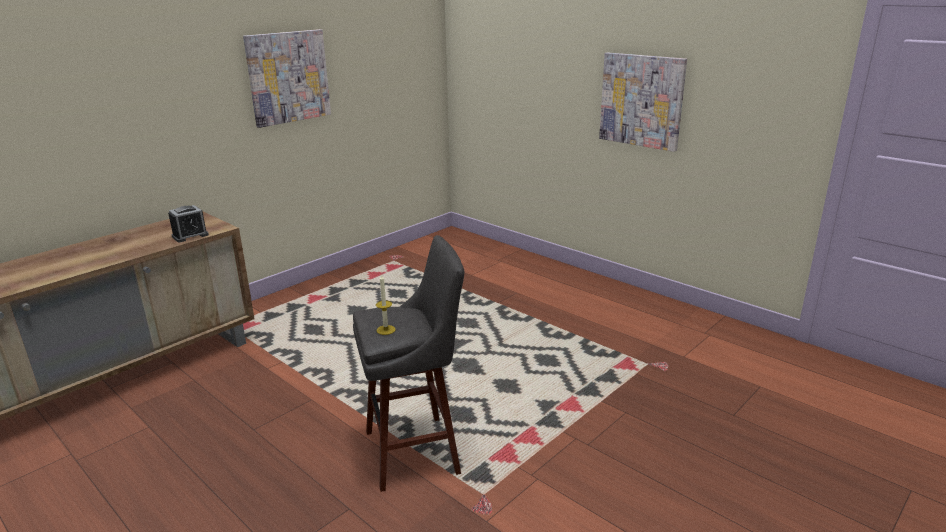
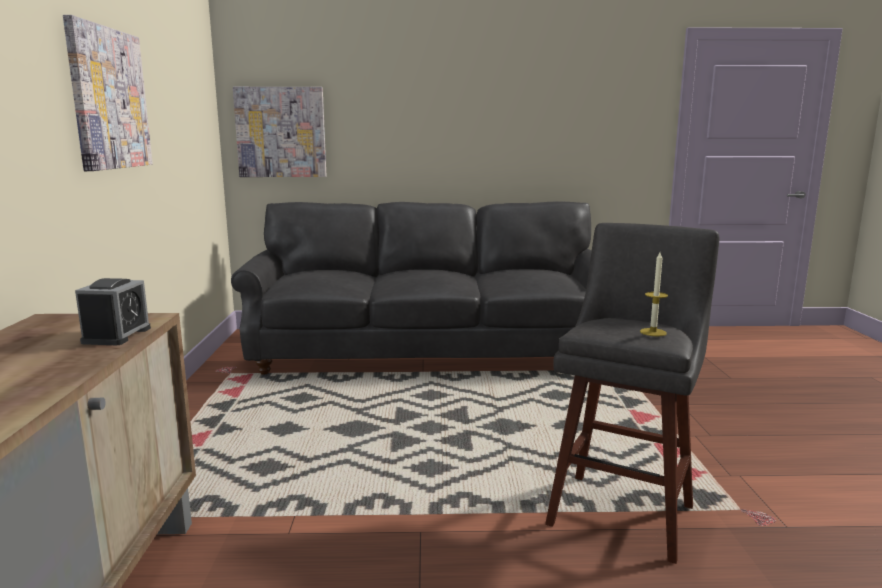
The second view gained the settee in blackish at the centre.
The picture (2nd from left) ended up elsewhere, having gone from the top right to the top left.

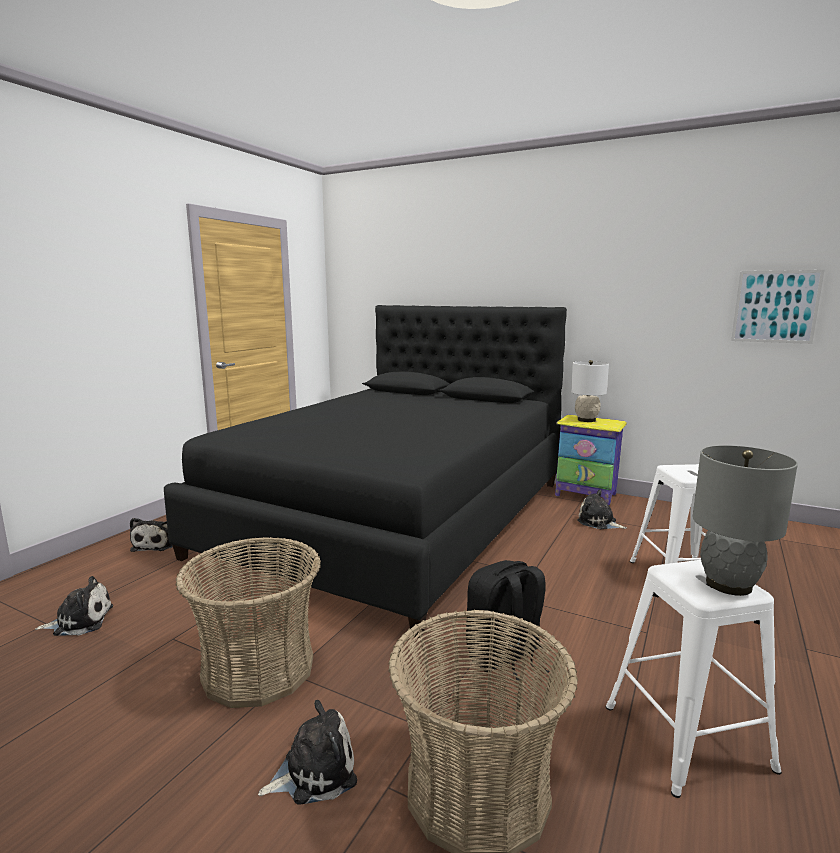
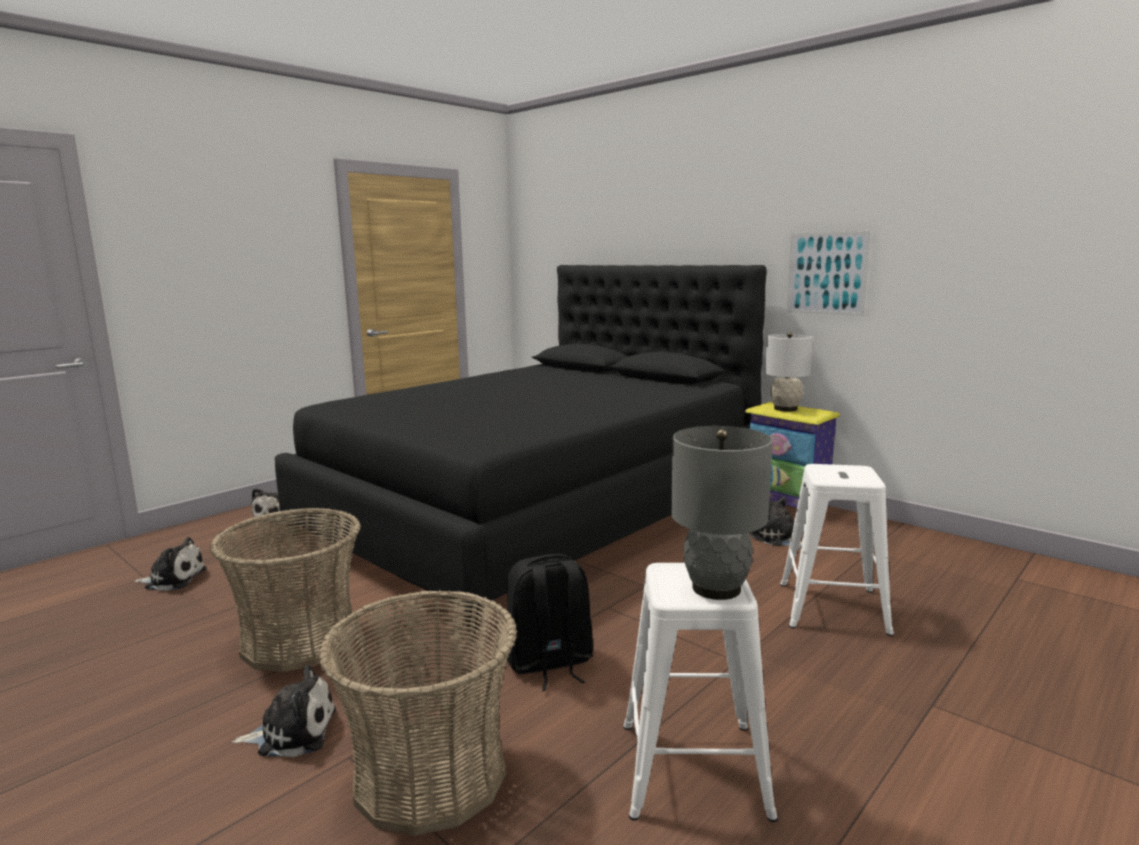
The picture ended up elsewhere, having gone from the middle right to the top right.

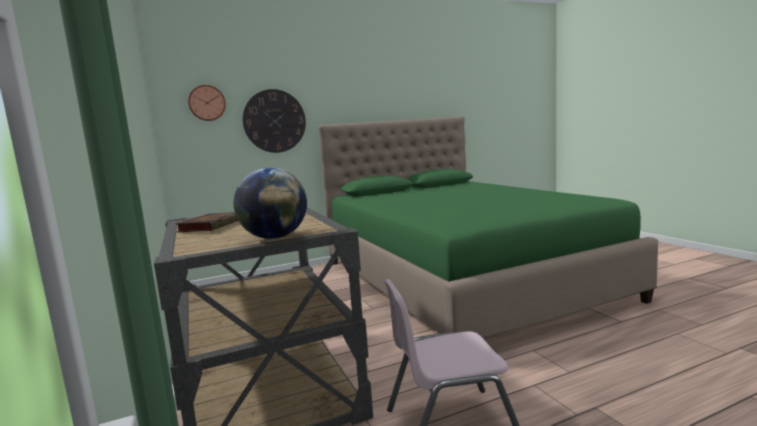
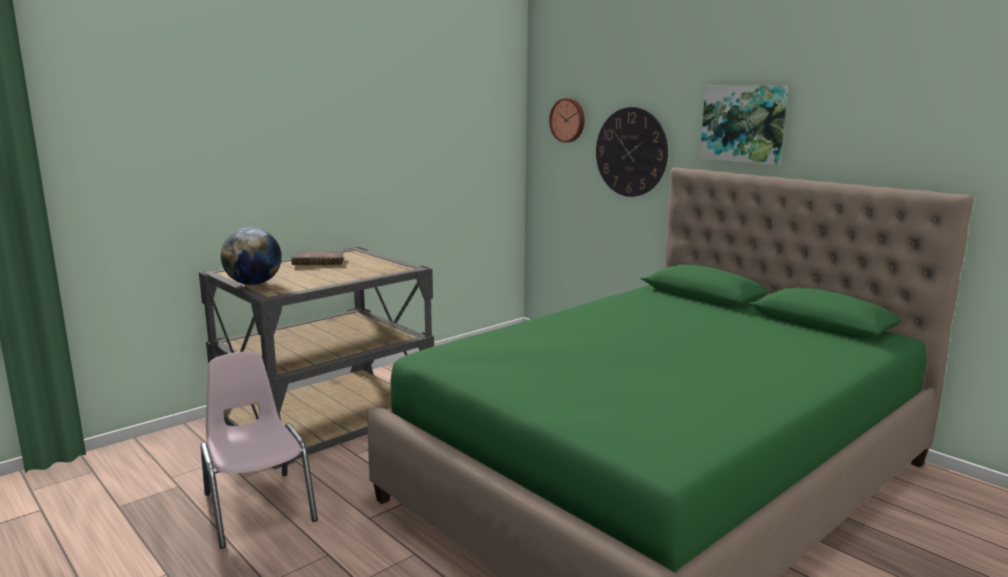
The second view gained the picture at the top right.

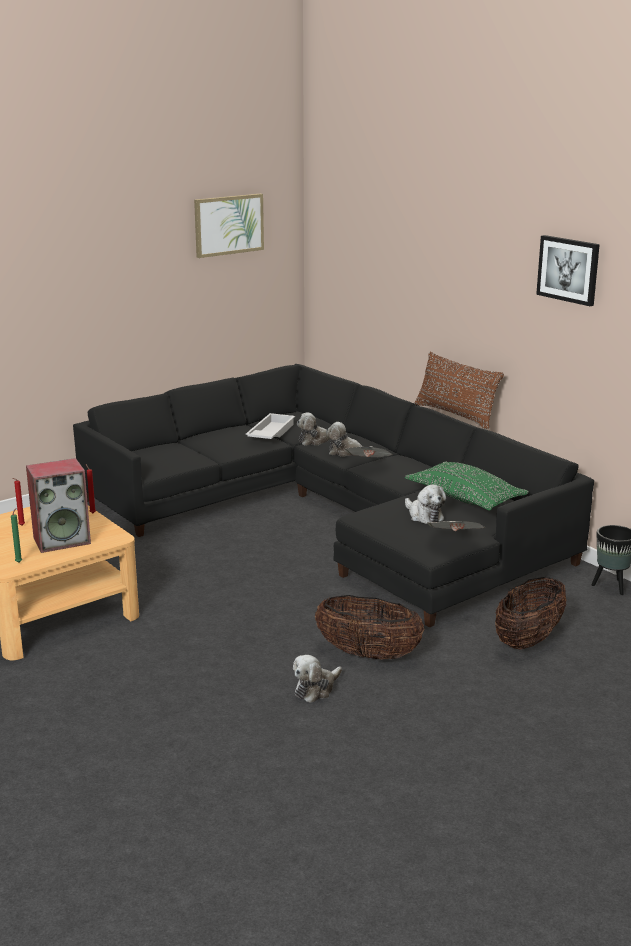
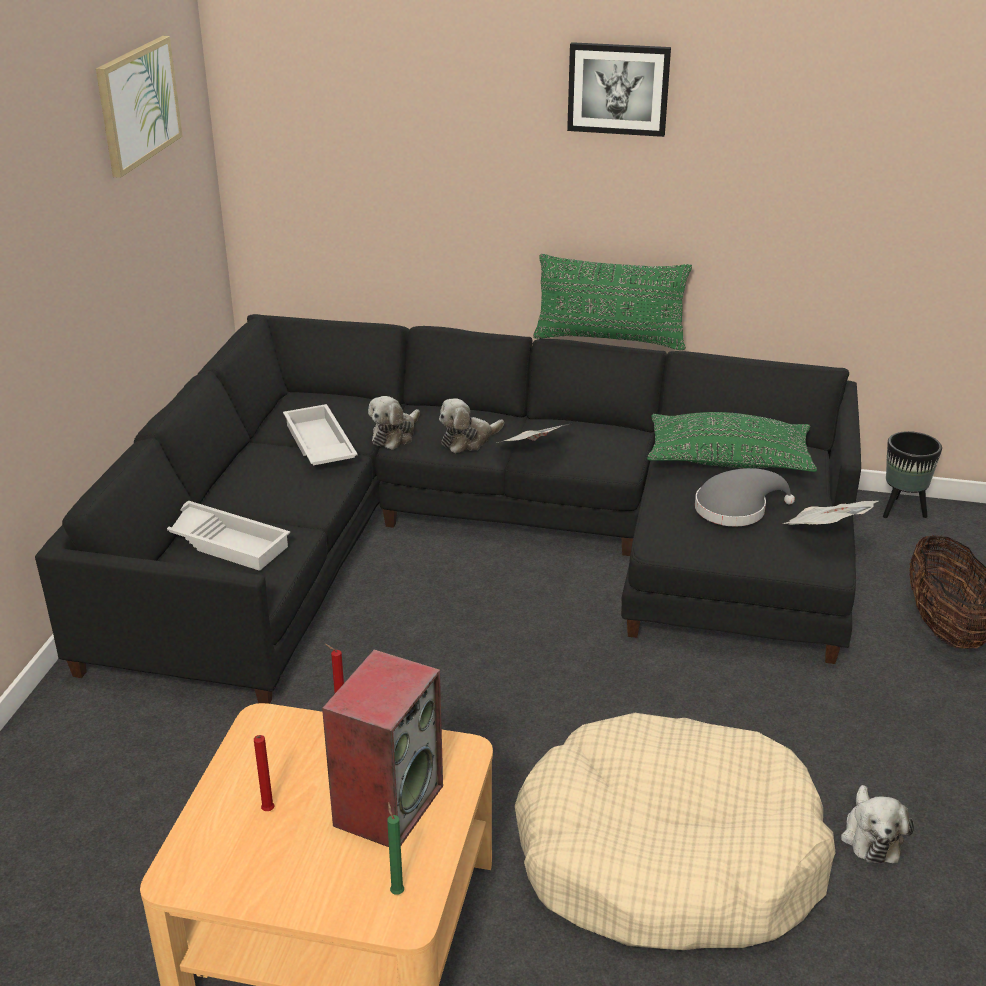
The second view gained the serving tray in white-coloured (1st from left) at the middle left.
The second view gained the pet bed in beige-coloured at the bottom right.
What was the cushion in brown at the middle right turned into the cushion in green-coloured (1st from left) at the top centre.
The picture (2nd from left) ended up elsewhere, having gone from the top right to the top centre.
Where the soft toy (4th from left) stood at the middle right, the wearable hat in gray came to stand at the middle right.
The second view lost the basket (1st from left) at the centre.

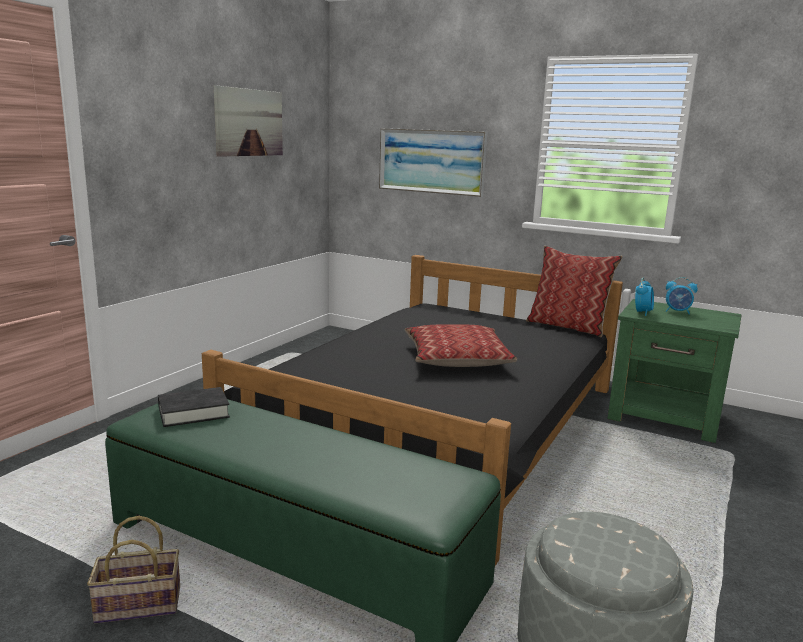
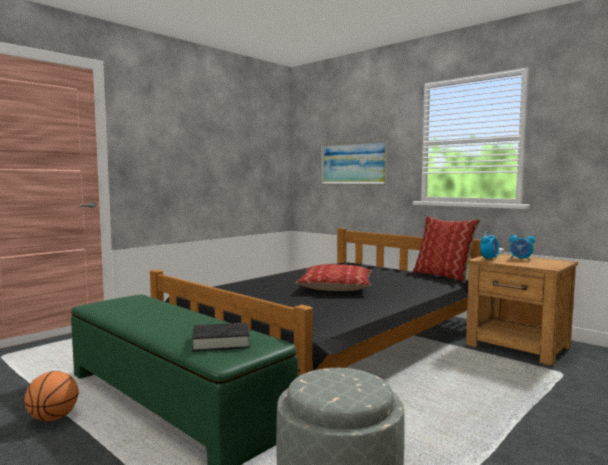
Where the basket stood at the bottom left, the ball for basketball came to stand at the bottom left.
The book in blackish ended up elsewhere, having gone from the middle left to the bottom centre.
What was the nightstand in green-coloured at the middle right turned into the nightstand in brown at the bottom right.
The second view lost the picture (1st from left) at the top left.

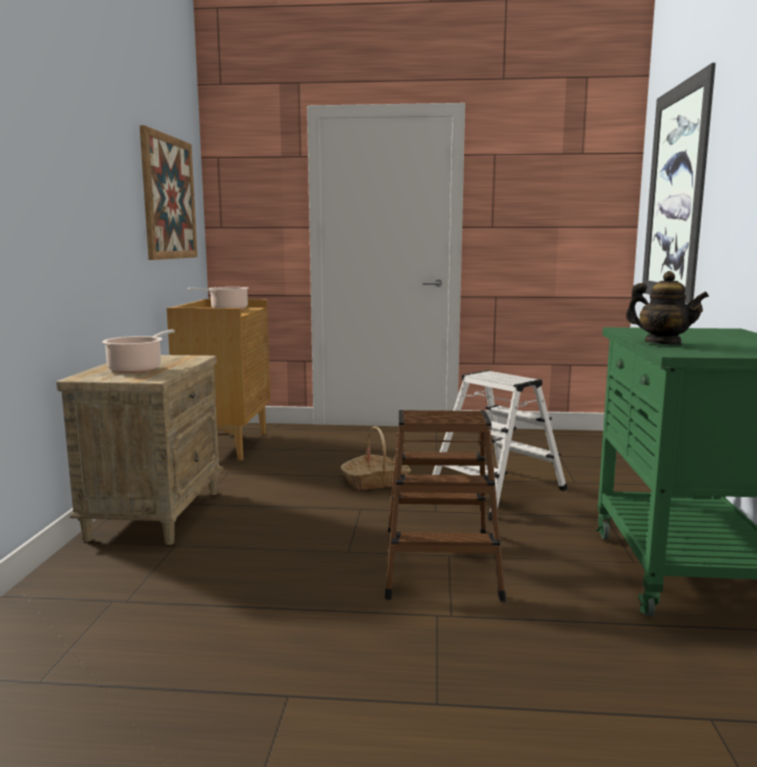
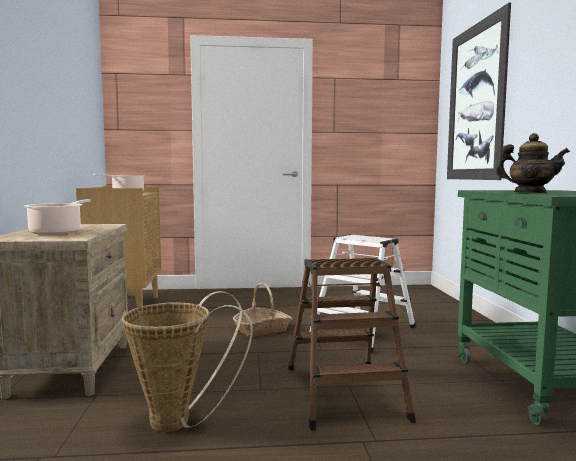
The second view gained the basket (1st from left) at the bottom left.
The second view lost the picture (1st from left) at the top left.

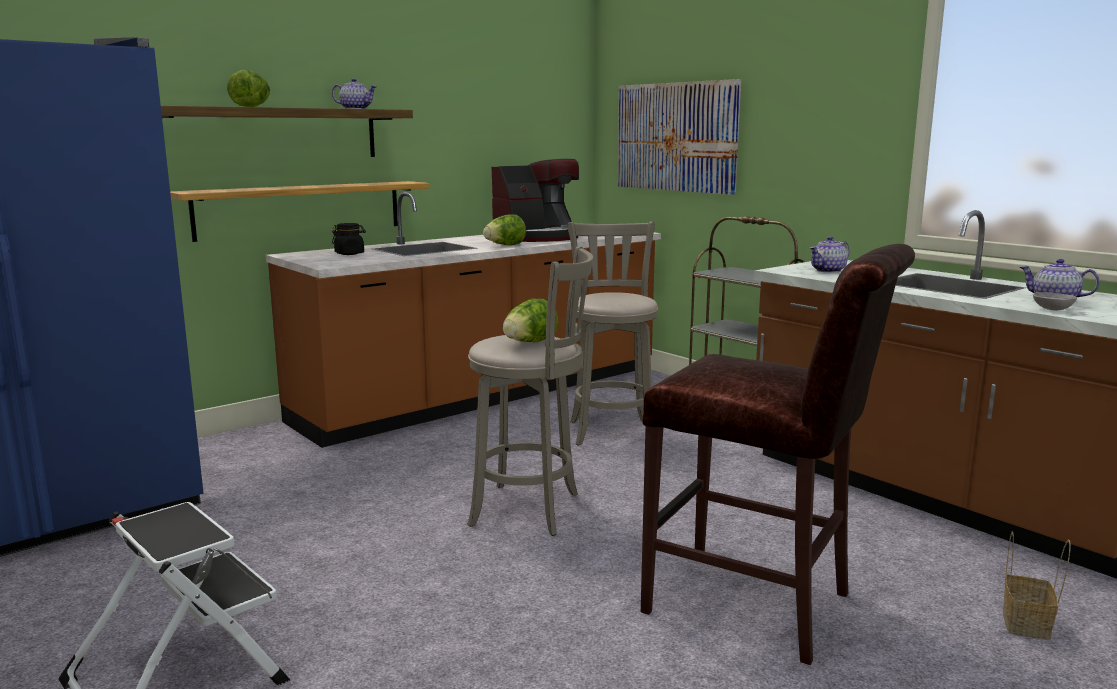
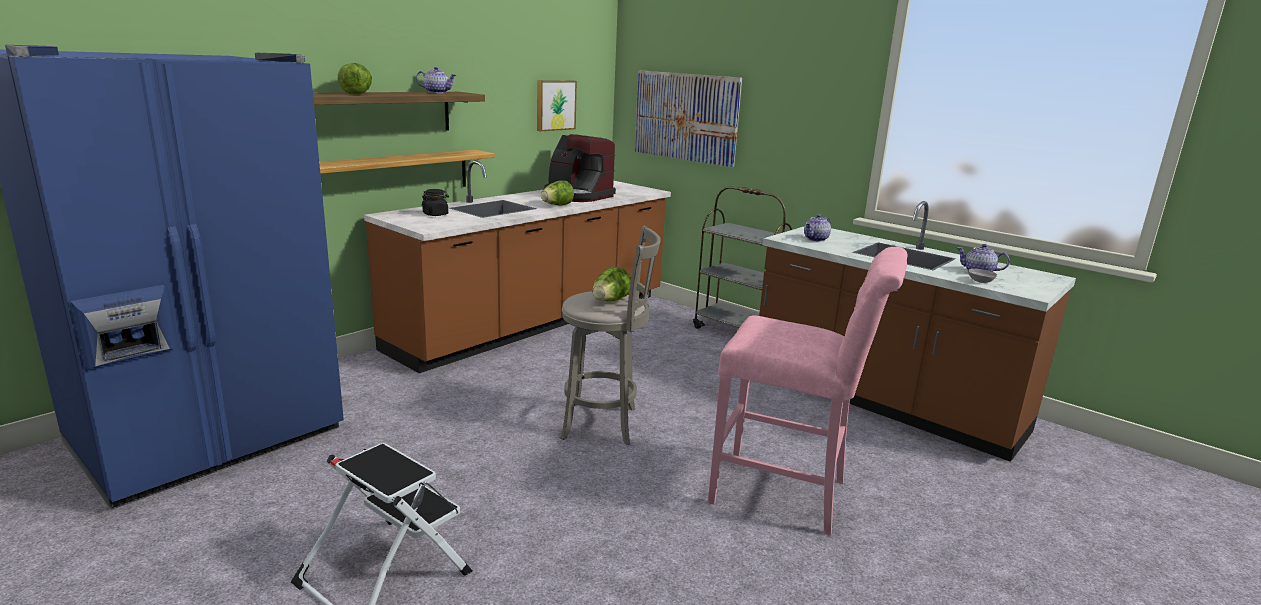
The second view gained the picture (1st from left) at the top centre.
The coffee brewer at the top centre ended up facing another way, 75 degrees clockwise from before.
What was the stool seat in brown at the middle right turned into the stool seat in pinkish at the centre.
The second view lost the stool seat in gray (2nd from left) at the centre.
The second view lost the basket at the bottom right.

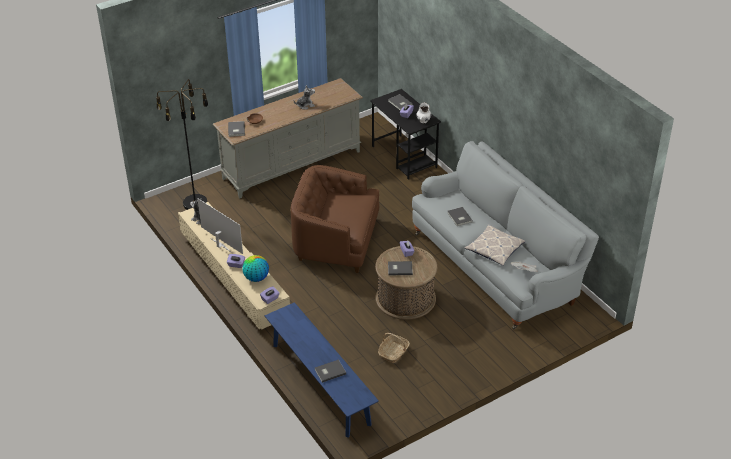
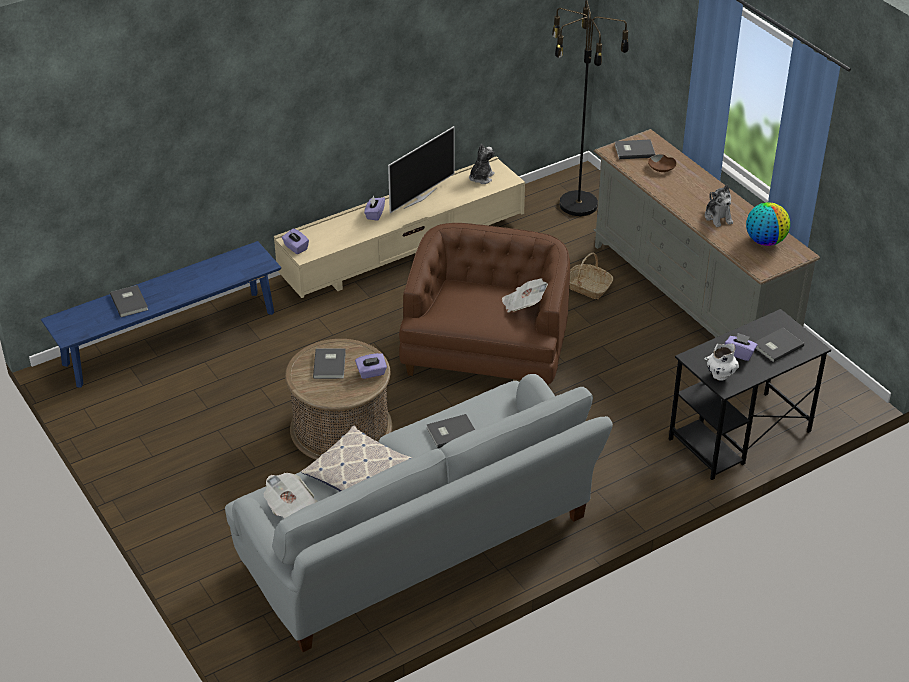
The second view gained the daily paper (2nd from left) at the centre.
The basket ended up elsewhere, having gone from the bottom centre to the centre.
The globe ended up elsewhere, having gone from the centre to the top right.

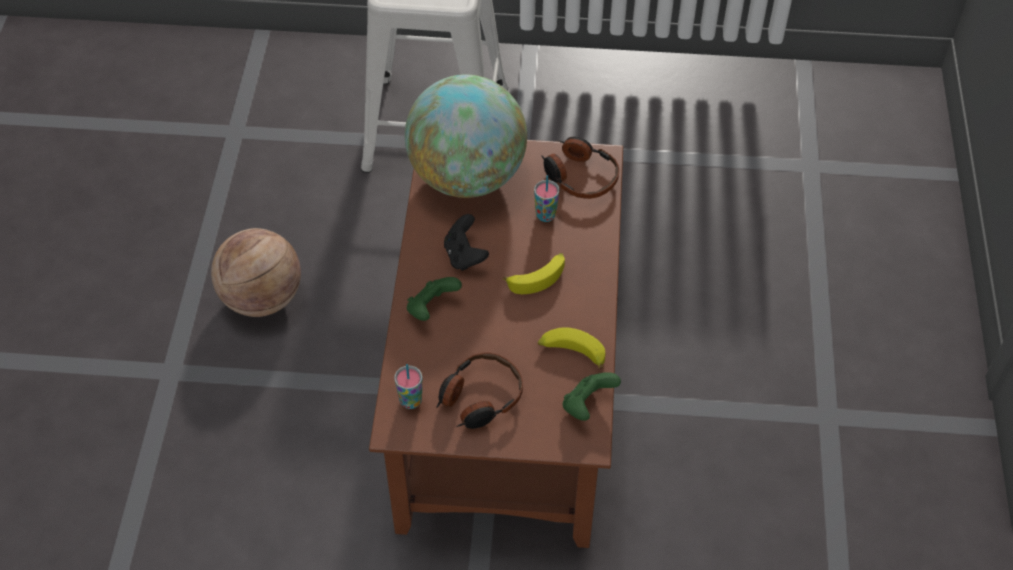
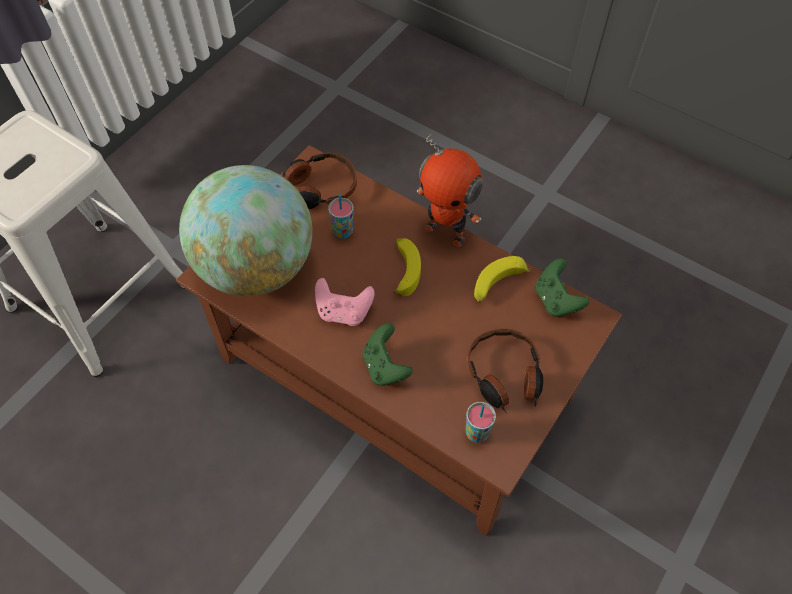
What was the game controller in blackish at the centre turned into the game controller in pinkish at the centre.
The second view gained the toy robot at the top centre.
The second view lost the ball for basketball at the middle left.

